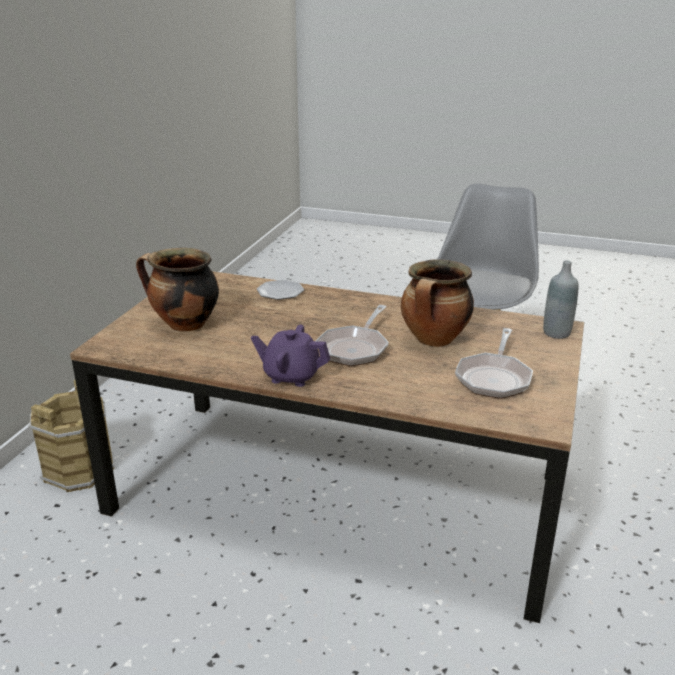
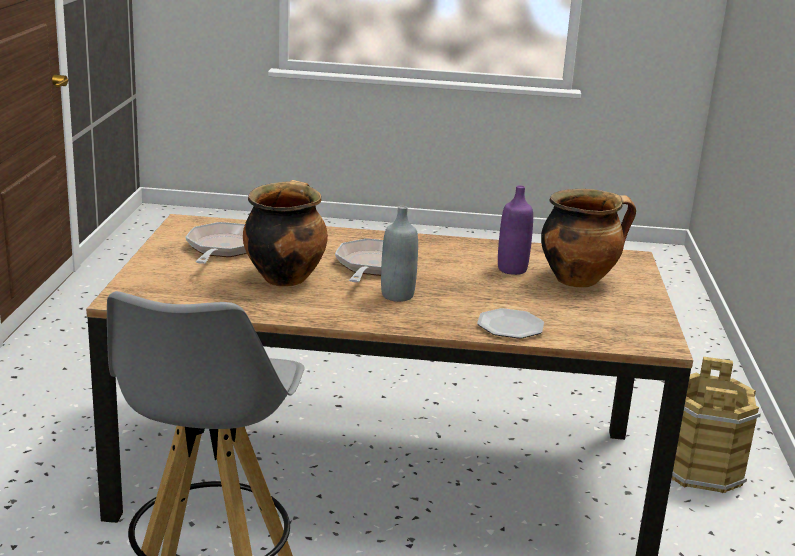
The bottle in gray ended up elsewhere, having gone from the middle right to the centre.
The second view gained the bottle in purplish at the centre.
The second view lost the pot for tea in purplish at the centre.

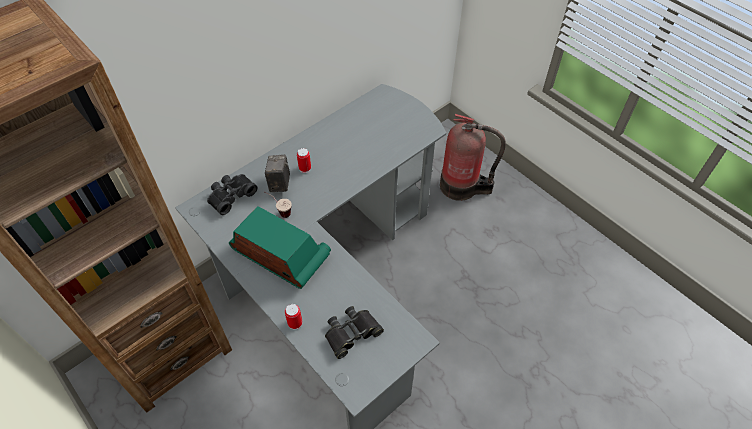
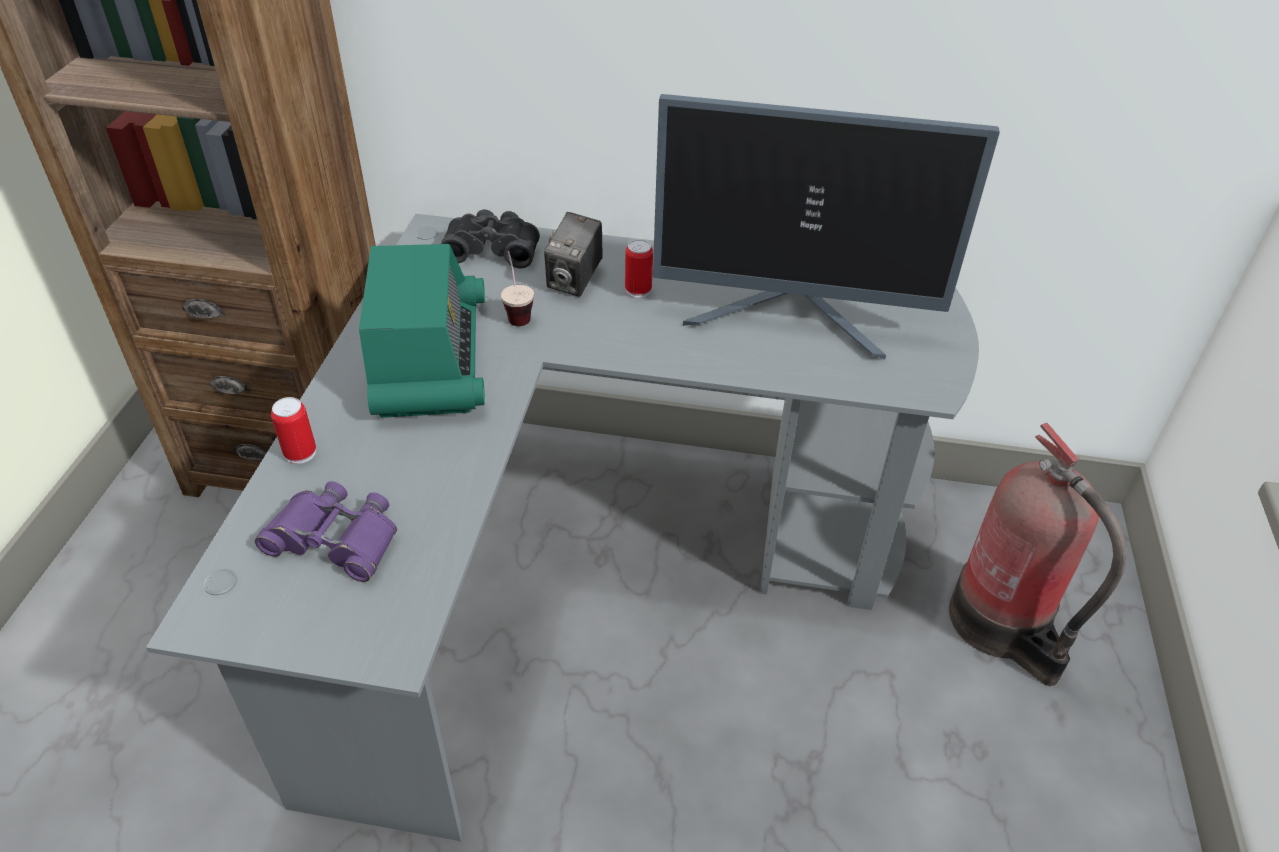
What was the binoculars in blackish (2nd from left) at the bottom centre turned into the binoculars in purplish at the middle left.
The still camera at the centre ended up facing another way, 150 degrees clockwise from before.
The second view gained the computer screen at the top centre.

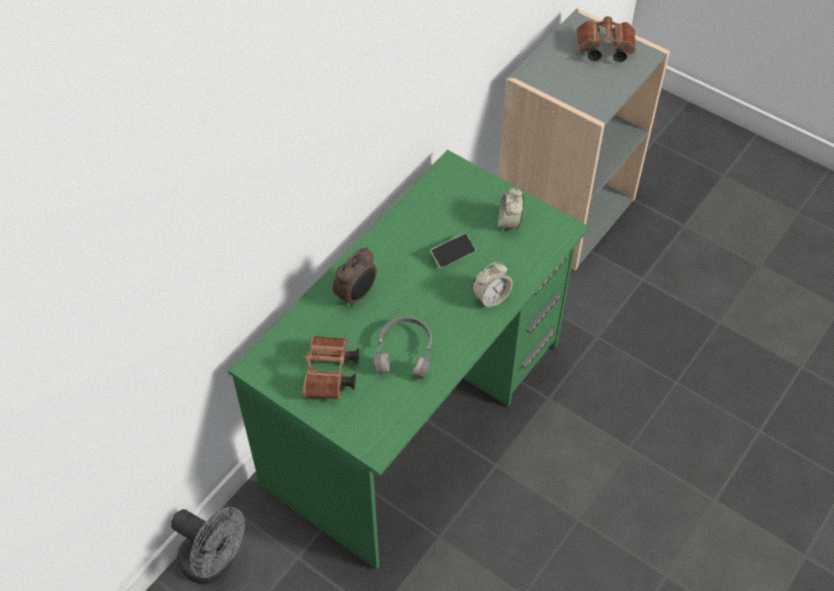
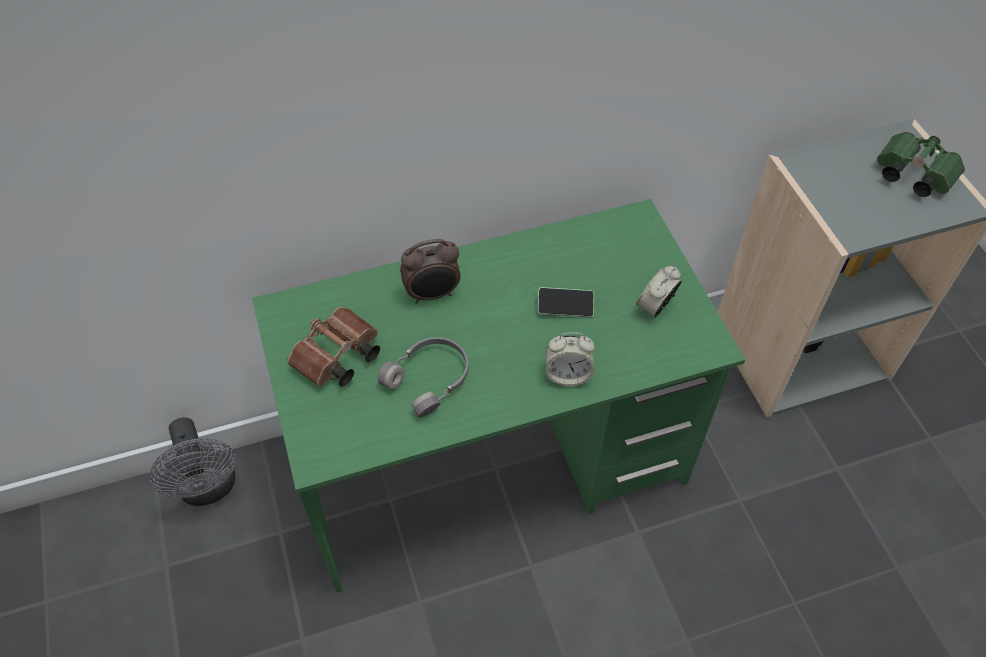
What was the binoculars in brown (2nd from left) at the top right turned into the binoculars in green-coloured at the top right.

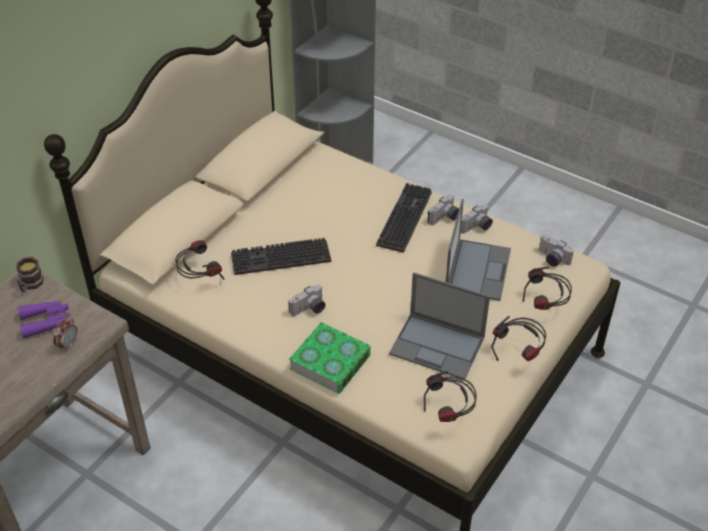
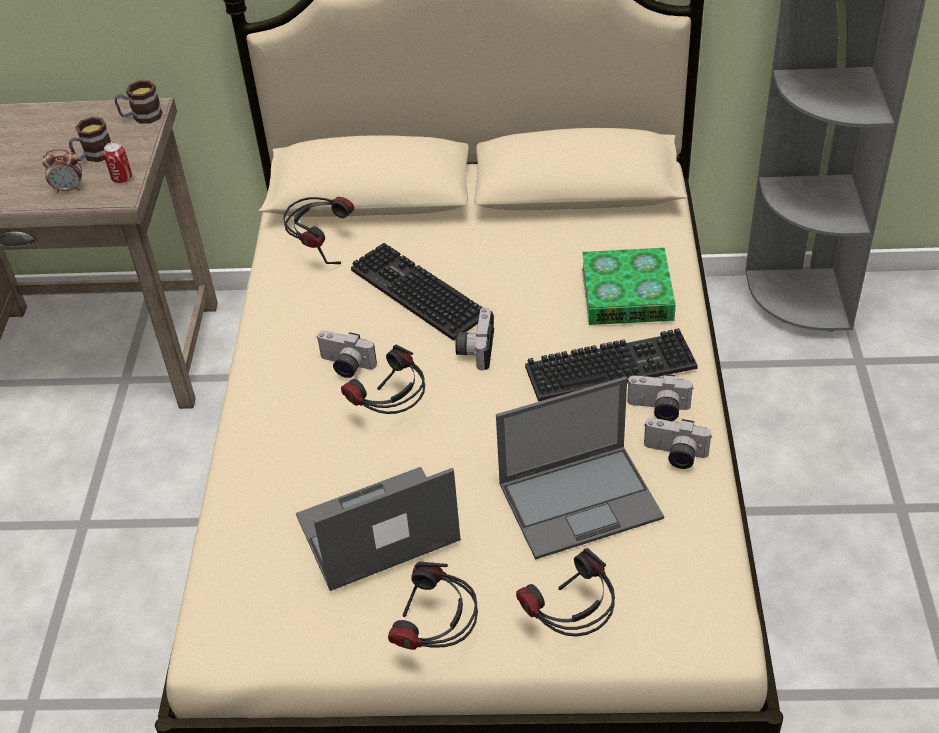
Where the binoculars in purplish stood at the middle left, the tea mug (1st from left) came to stand at the top left.
The second view gained the sealed can at the top left.
The portable computer (1st from left) at the centre ended up facing another way, 75 degrees clockwise from before.
The headphones (2nd from left) ended up elsewhere, having gone from the bottom centre to the centre.
The still camera (4th from left in the first image) ended up elsewhere, having gone from the middle right to the centre.
The book ended up elsewhere, having gone from the bottom centre to the middle right.

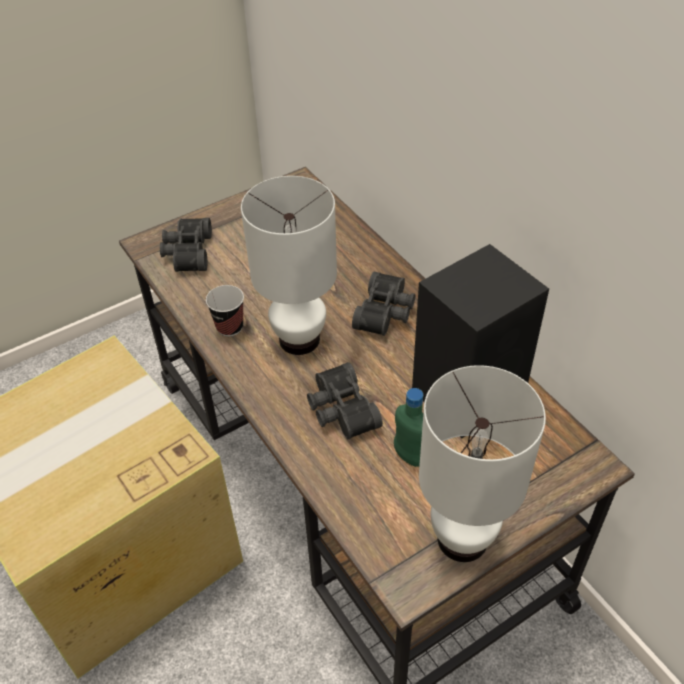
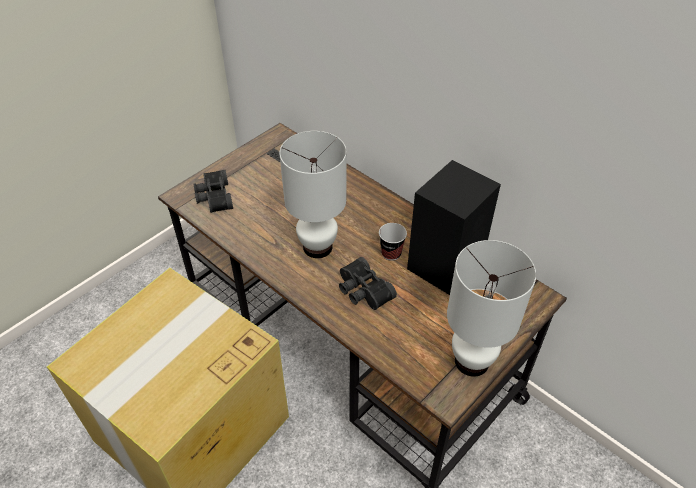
The small cup ended up elsewhere, having gone from the middle left to the centre.
The second view lost the binoculars in blackish (3rd from left) at the centre.
The second view lost the bottle in green-coloured at the centre.

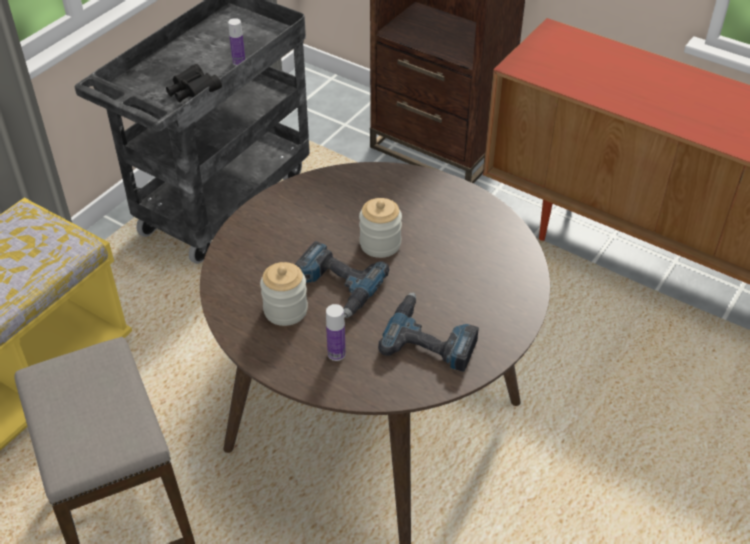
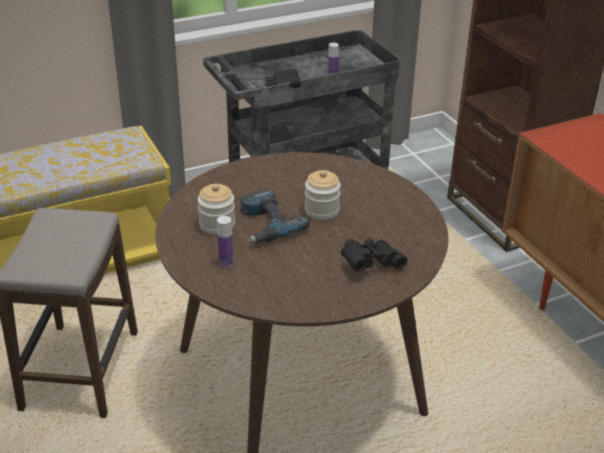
The second view gained the binoculars in blackish (2nd from left) at the centre.
The second view lost the drill (2nd from left) at the centre.

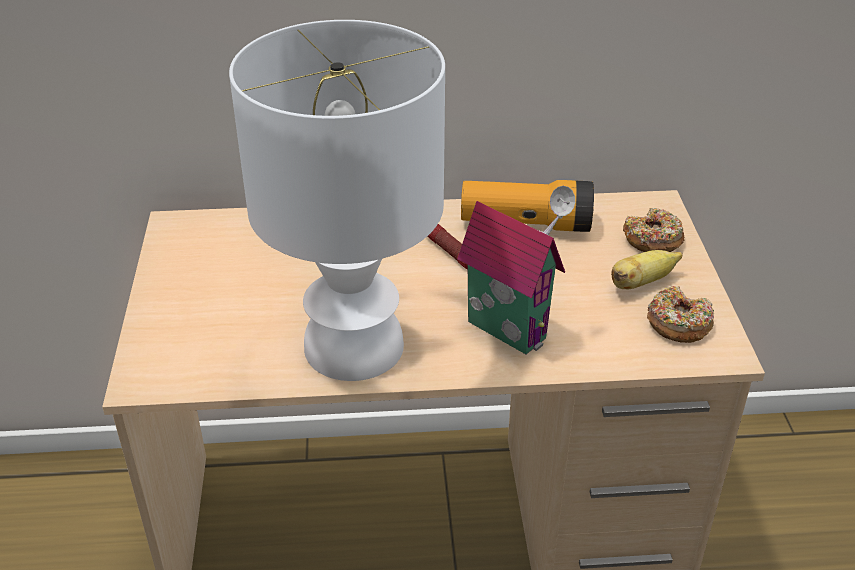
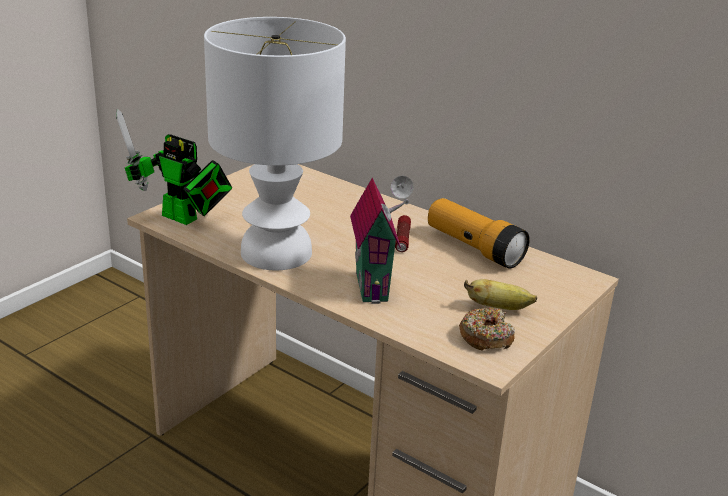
The second view gained the toy robot at the middle left.
The second view lost the donut (1st from left) at the middle right.

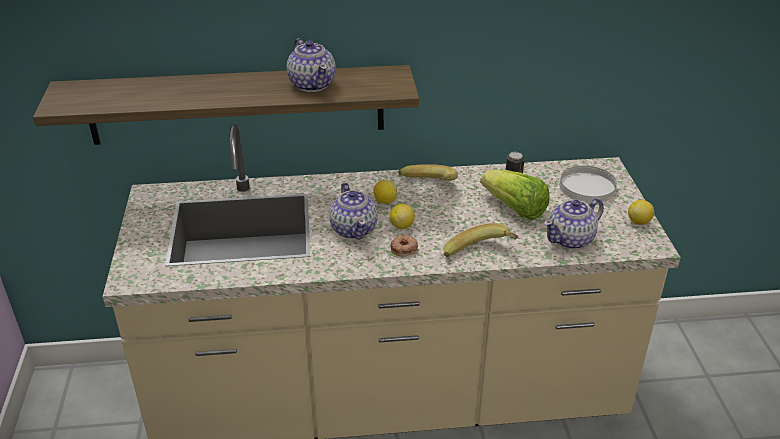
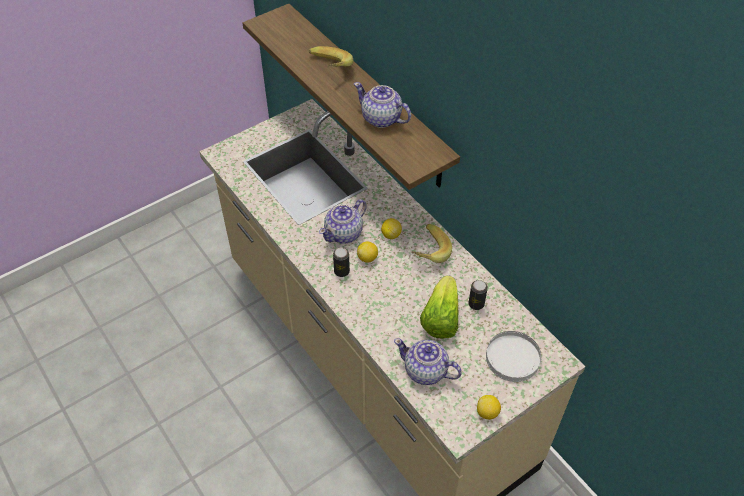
The banana (2nd from left in the first image) ended up elsewhere, having gone from the centre to the top centre.
Where the donut stood at the centre, the sealed can (1st from left) came to stand at the centre.
The pot for tea (1st from left in the first image) at the top centre ended up facing another way, 90 degrees clockwise from before.

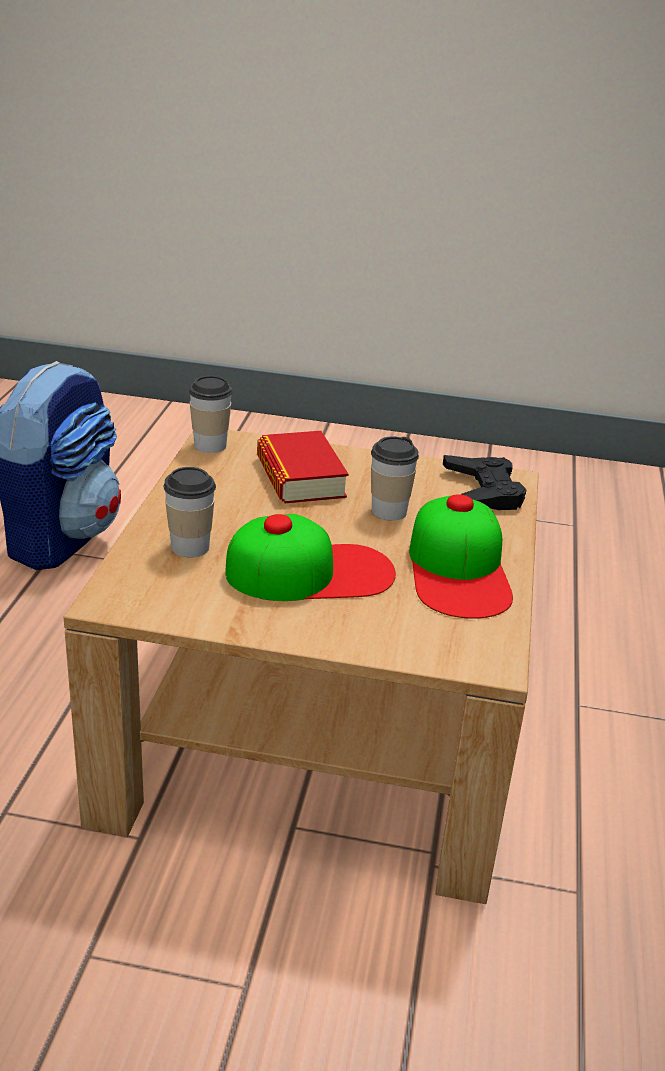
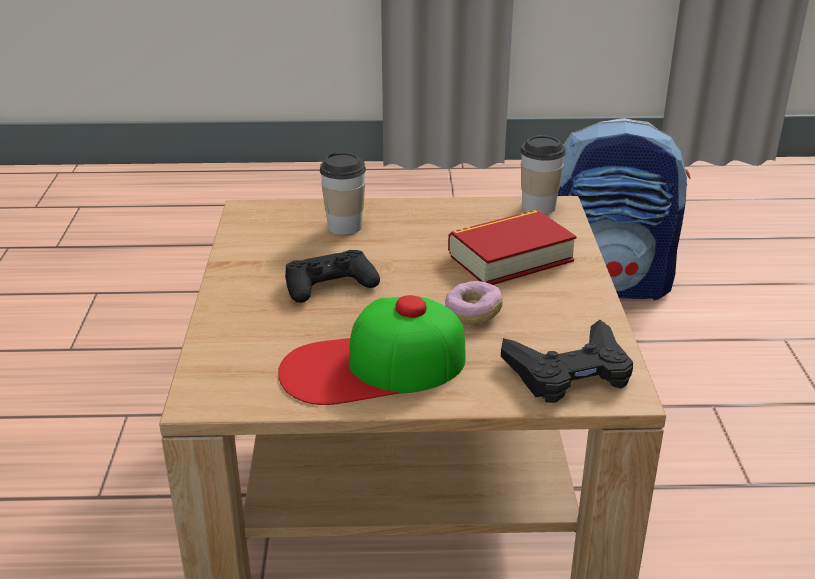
Where the baseball cap (1st from left) stood at the centre, the game controller in blackish (1st from left) came to stand at the centre.
Where the small cup (3rd from left) stood at the centre, the donut came to stand at the centre.

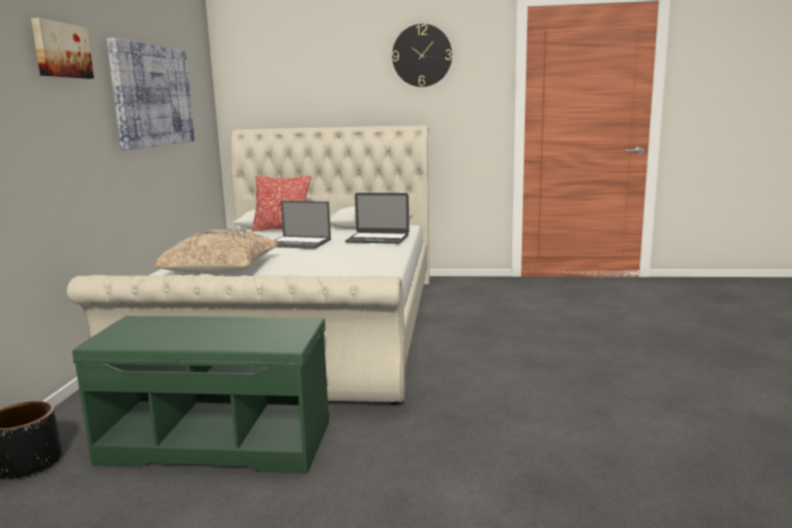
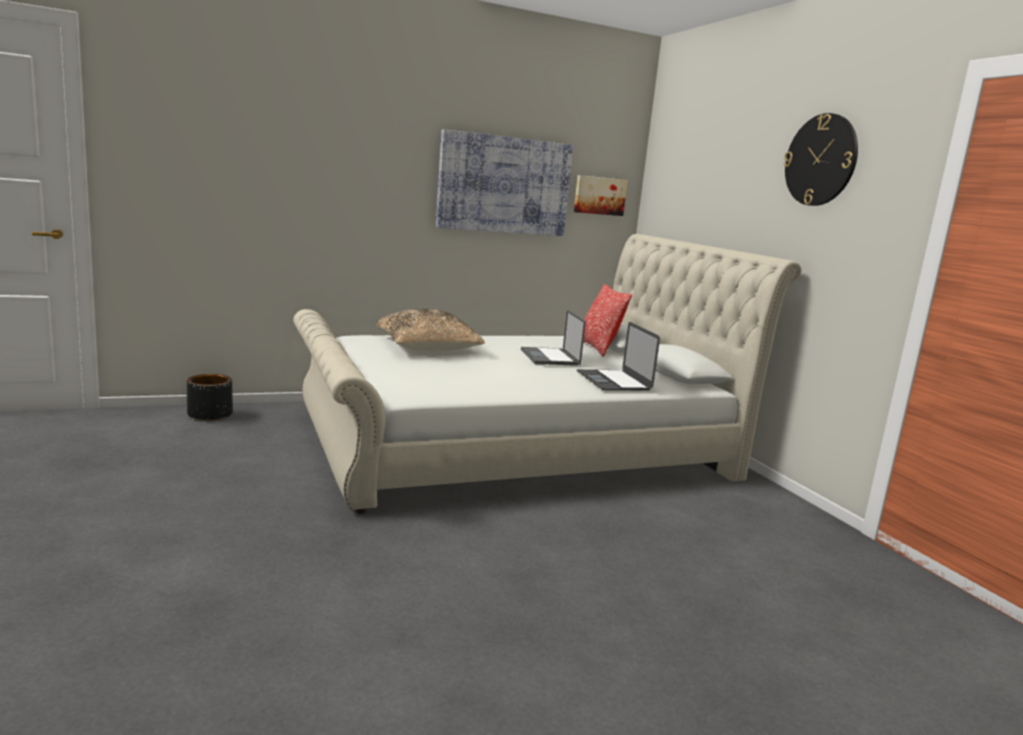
The picture (1st from left in the first image) ended up elsewhere, having gone from the top left to the top centre.
The second view lost the long seat in green-coloured at the bottom left.

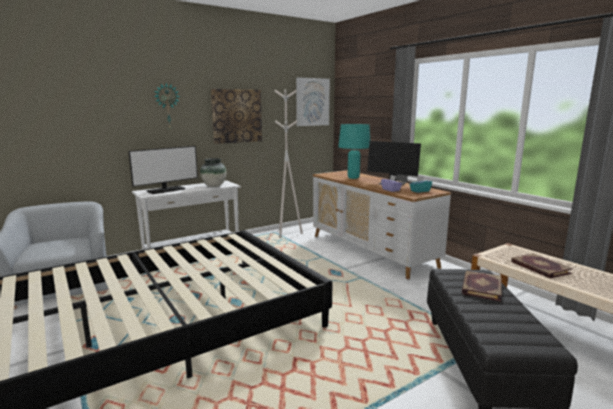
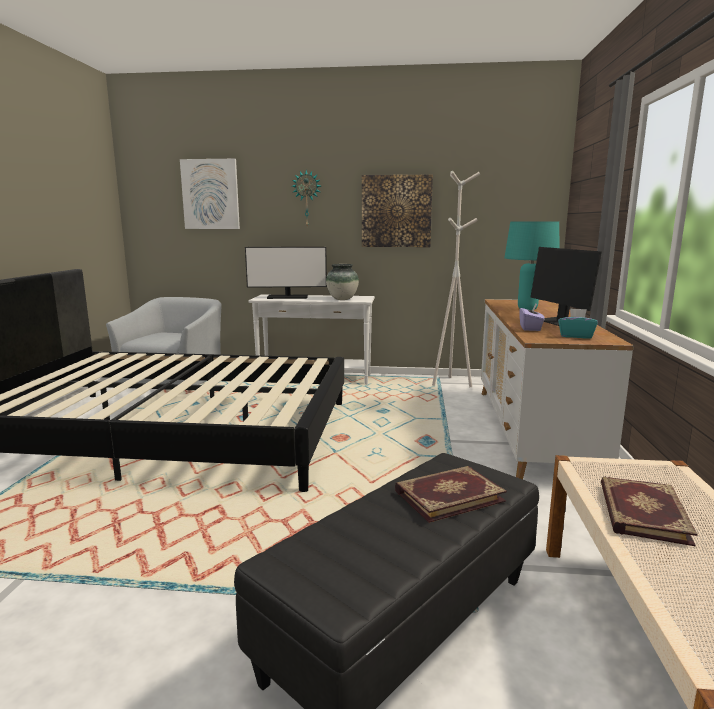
The picture (2nd from left in the first image) ended up elsewhere, having gone from the top centre to the top left.

